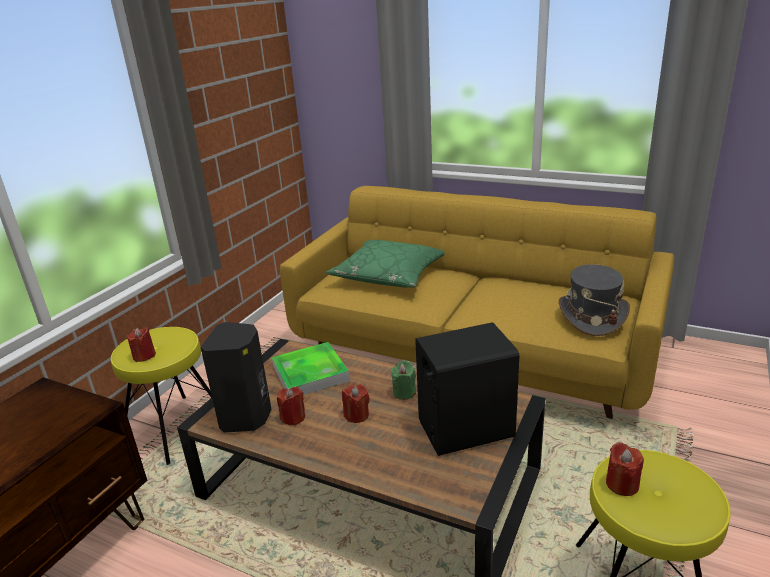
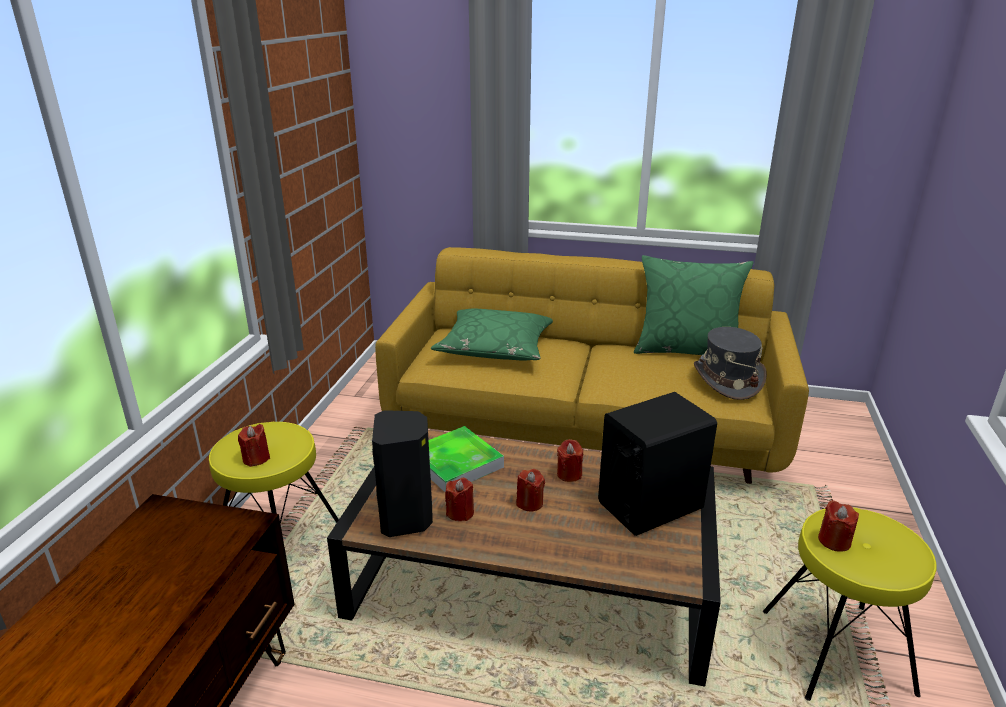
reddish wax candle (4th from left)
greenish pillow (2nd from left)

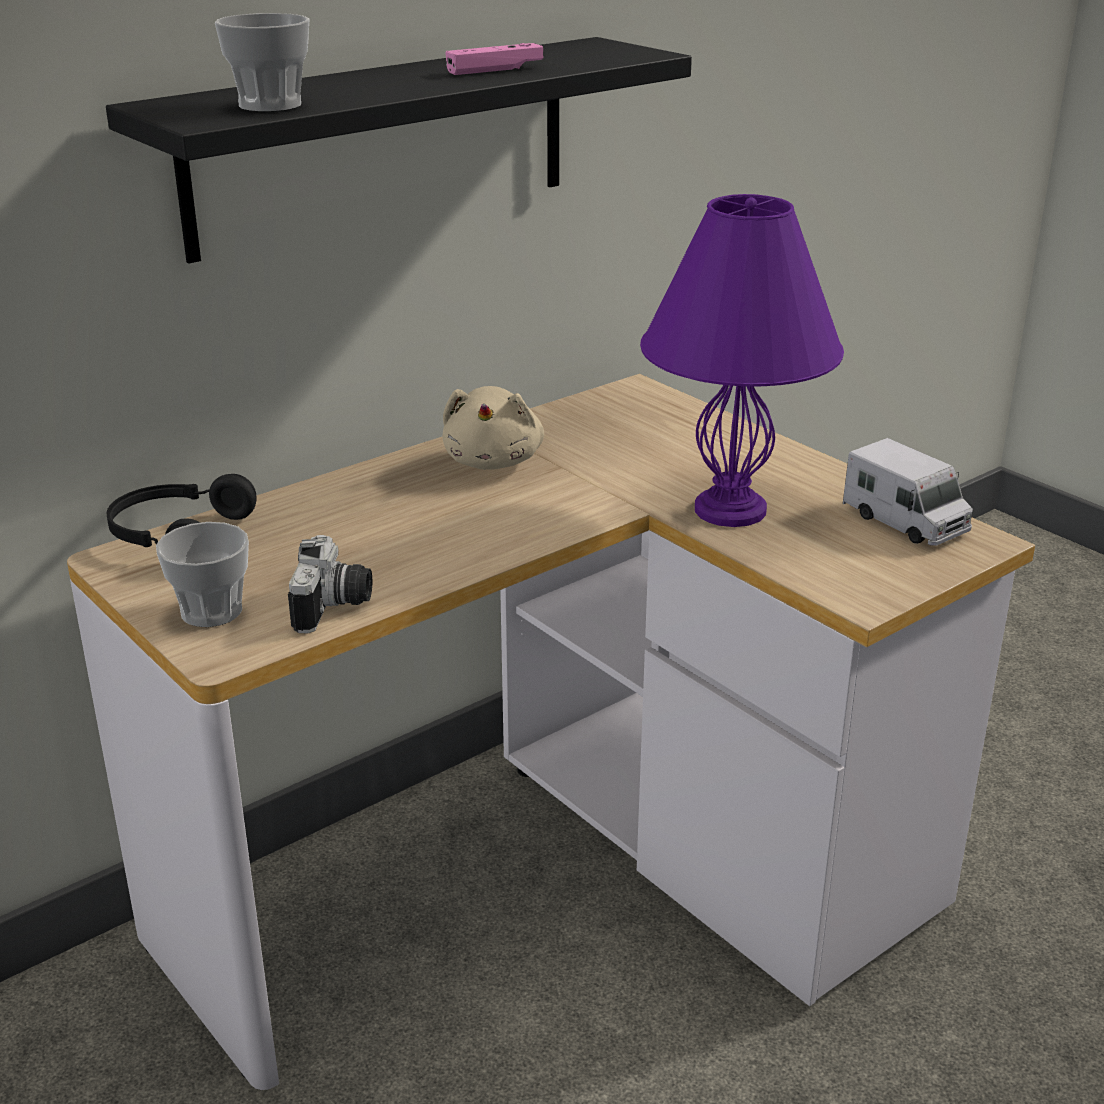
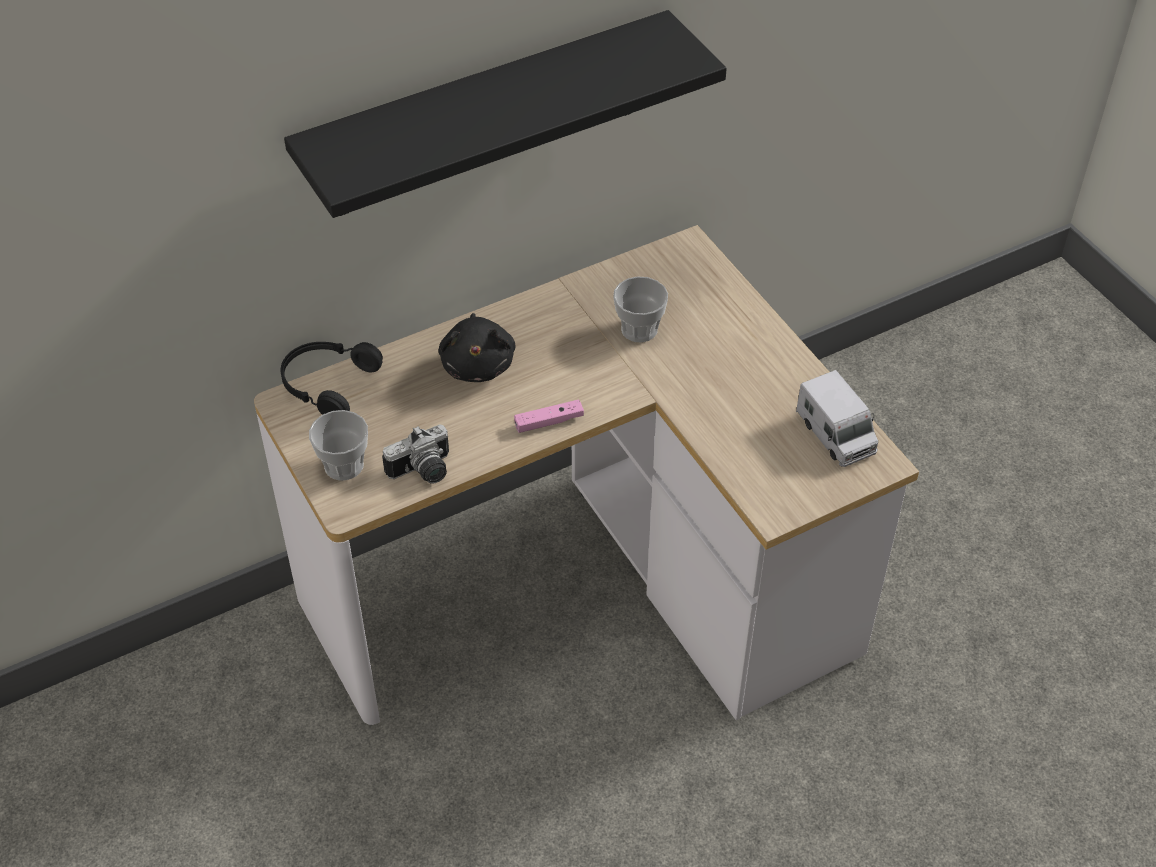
small cup (2nd from left)
photo camera
beige plush toy
pink joypad
purple-coloured tabletop lamp
black plush toy

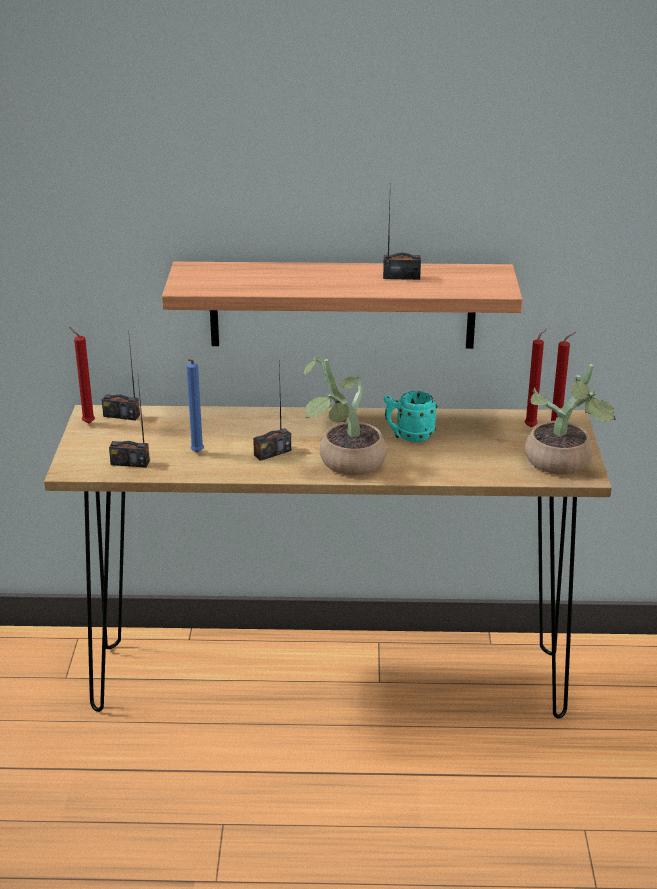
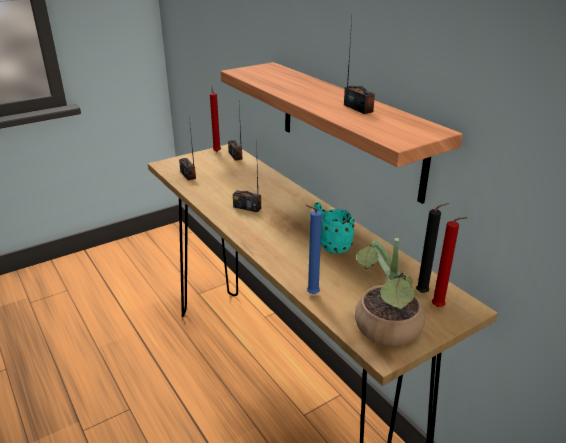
blue wax candle
potted plant (1st from left in the first image)
black wax candle

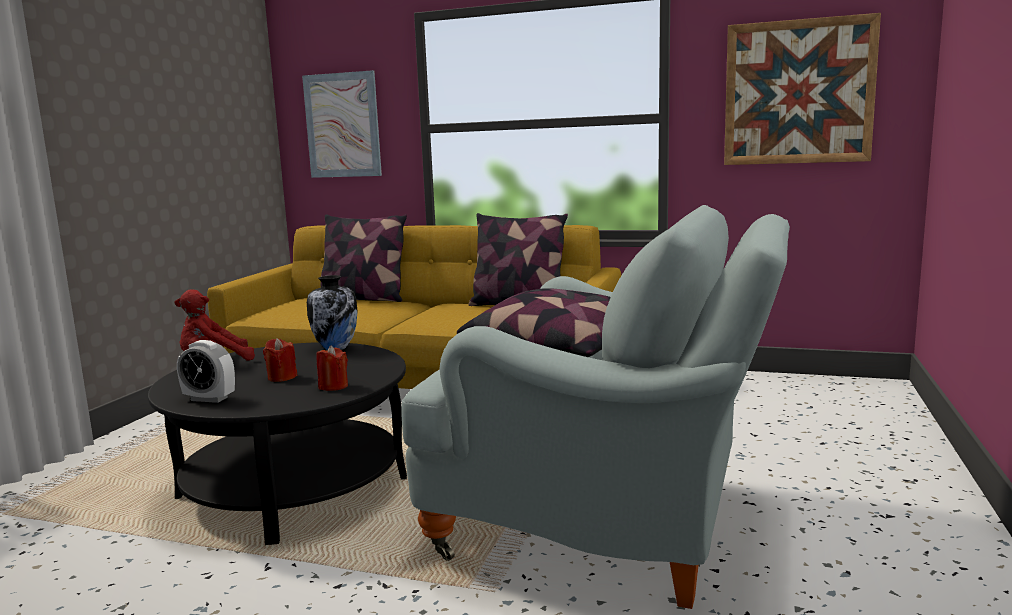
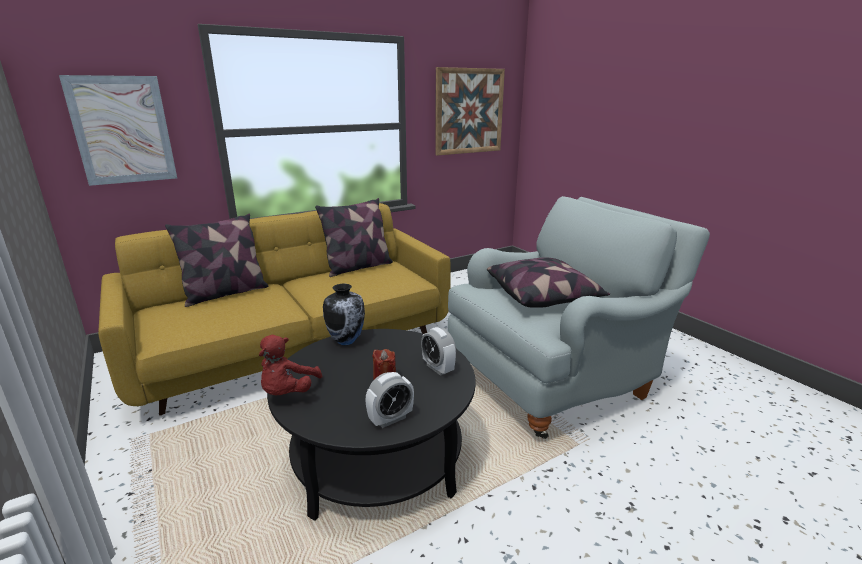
bedside clock (2nd from left)

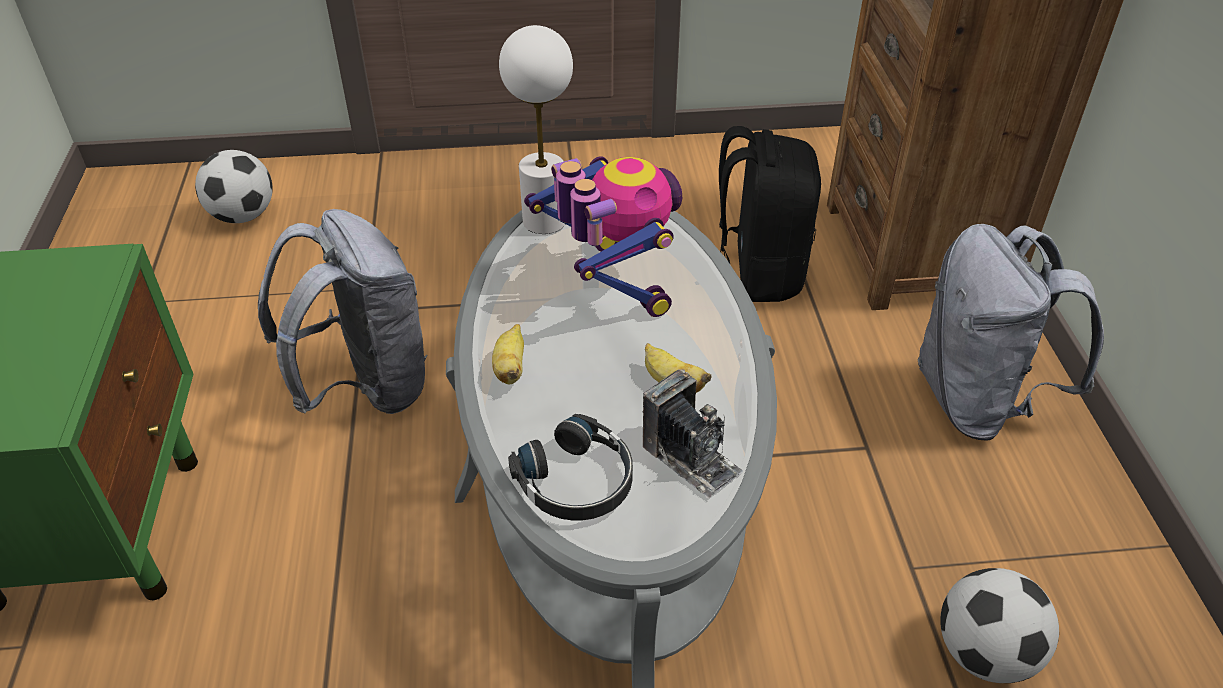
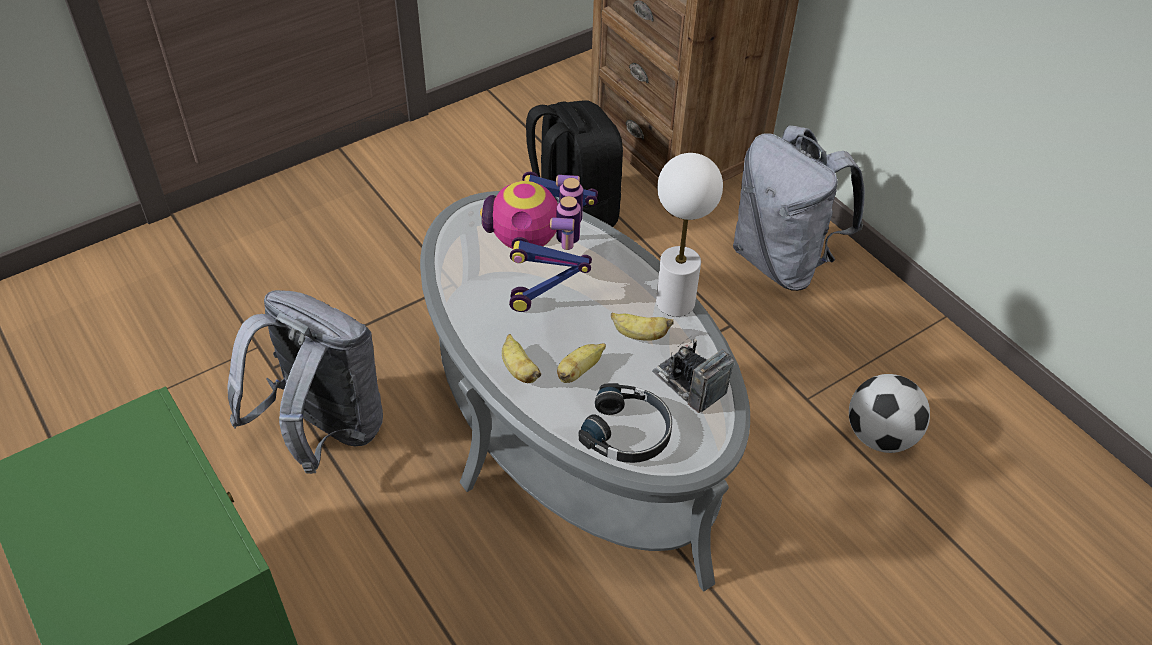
football ball (1st from left in the first image)
white-coloured tabletop lamp
robot figure
photo camera
banana fruit (2nd from left)

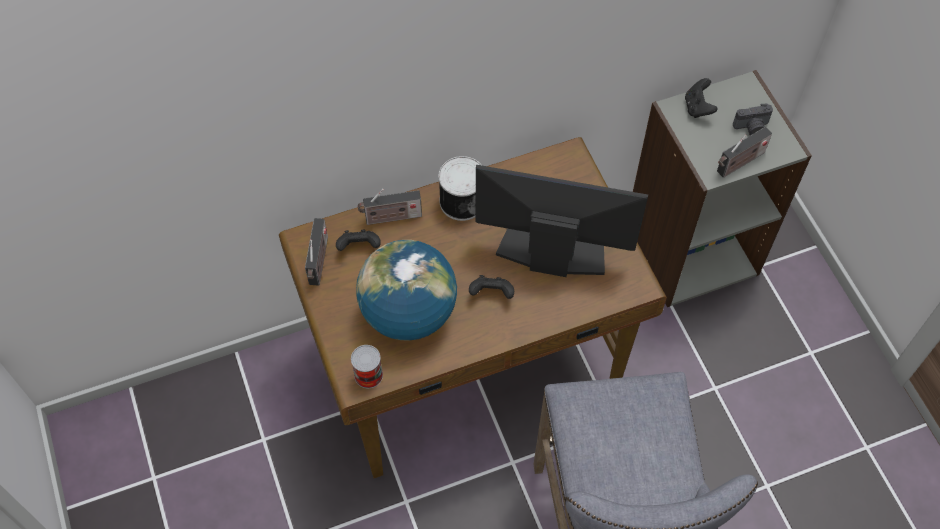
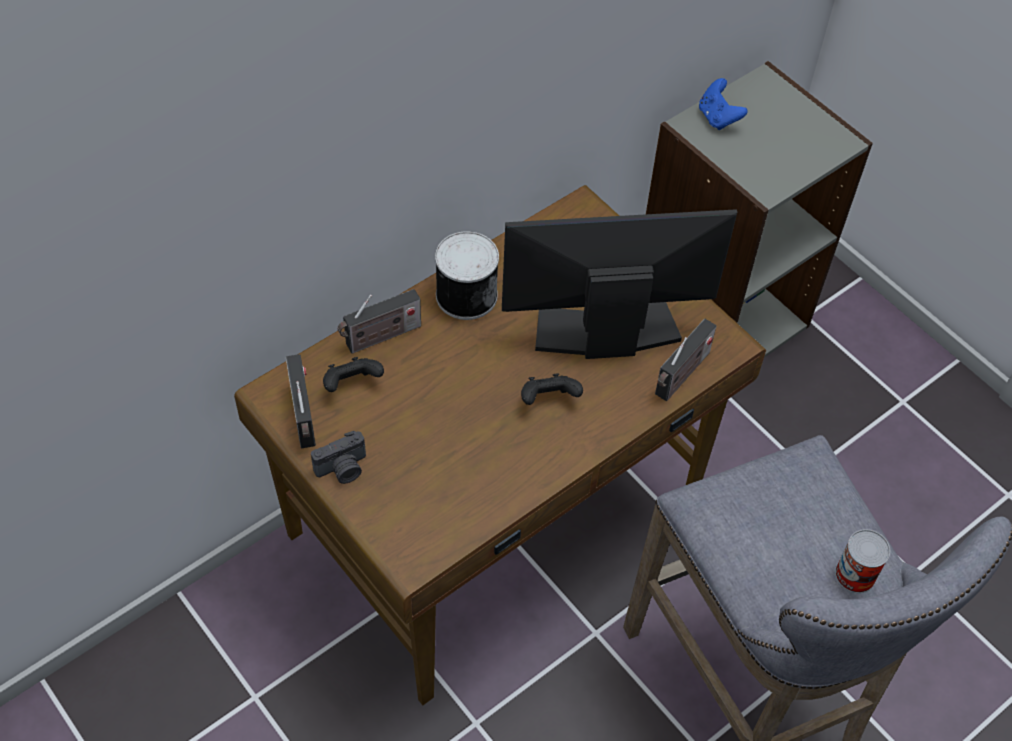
metal can (2nd from left)
globe
blue joypad
radio receiver (3rd from left)
photo camera

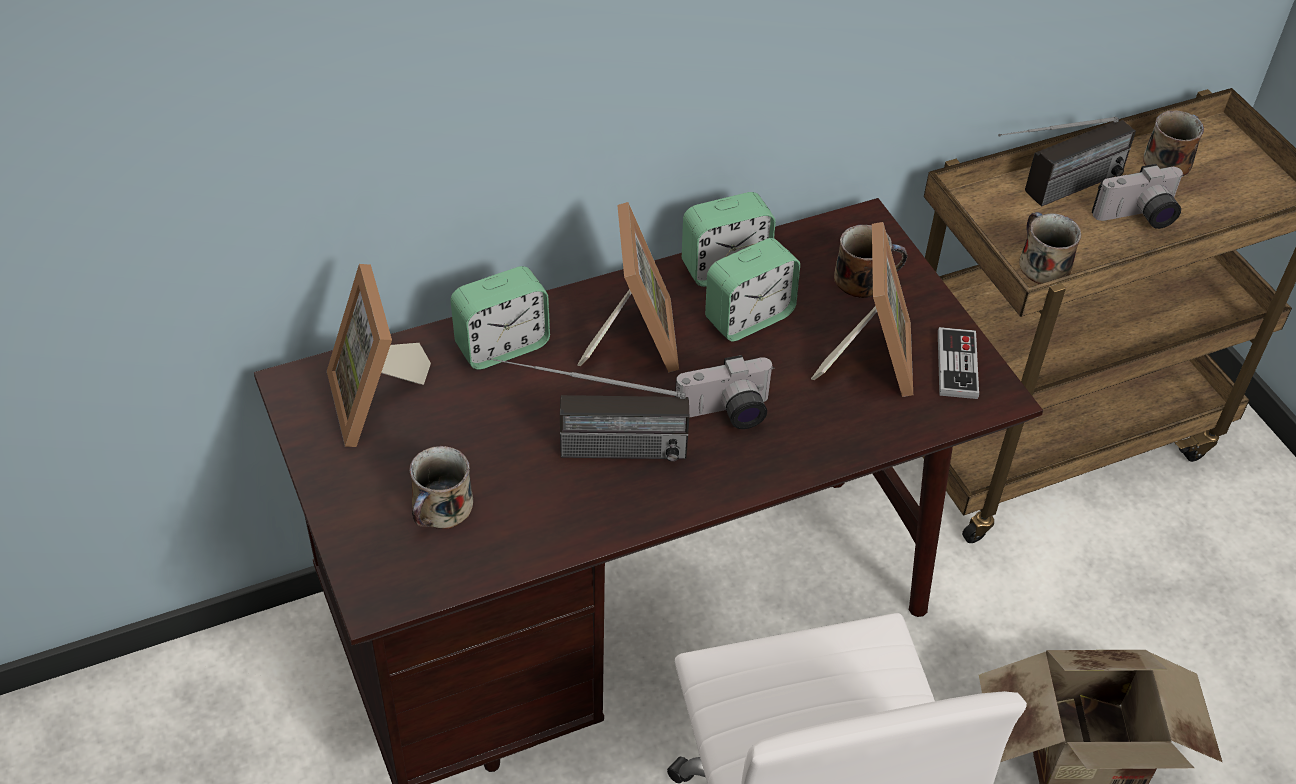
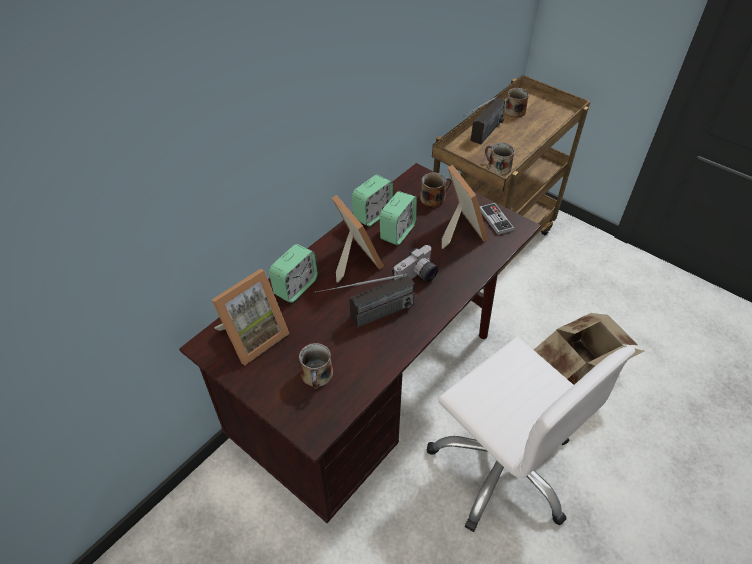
standing frame (1st from left)
photo camera (2nd from left in the first image)

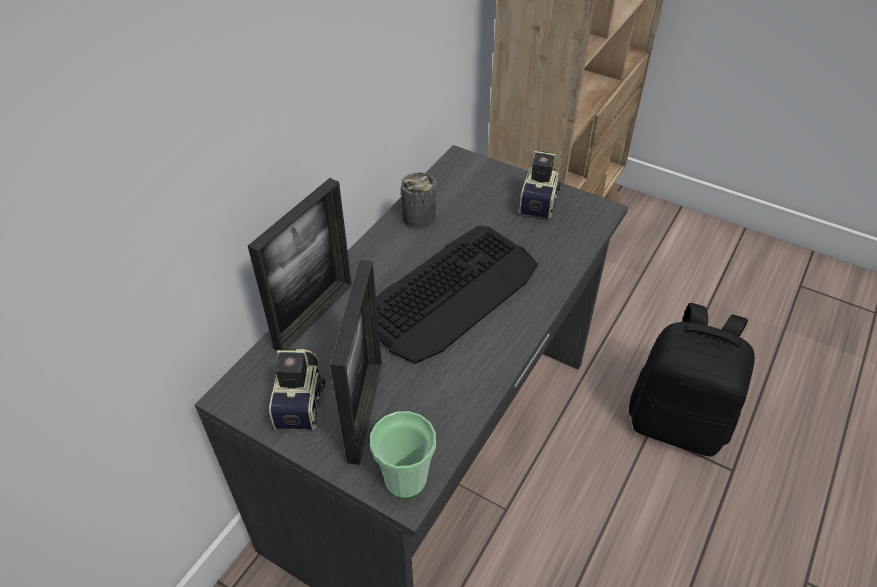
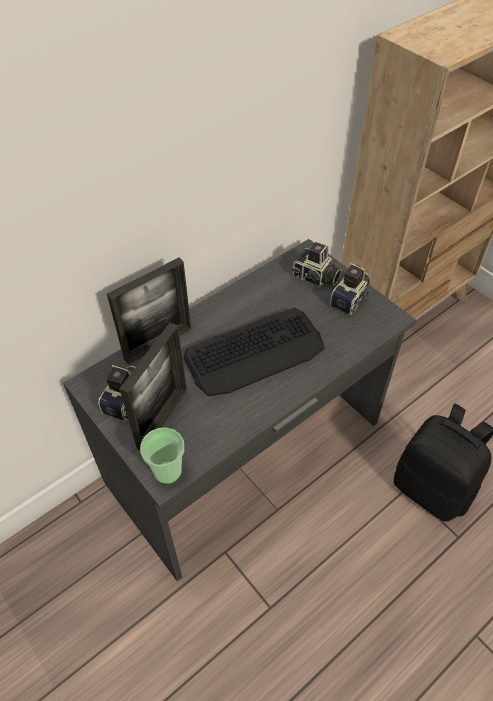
metal can
photo camera (2nd from left)

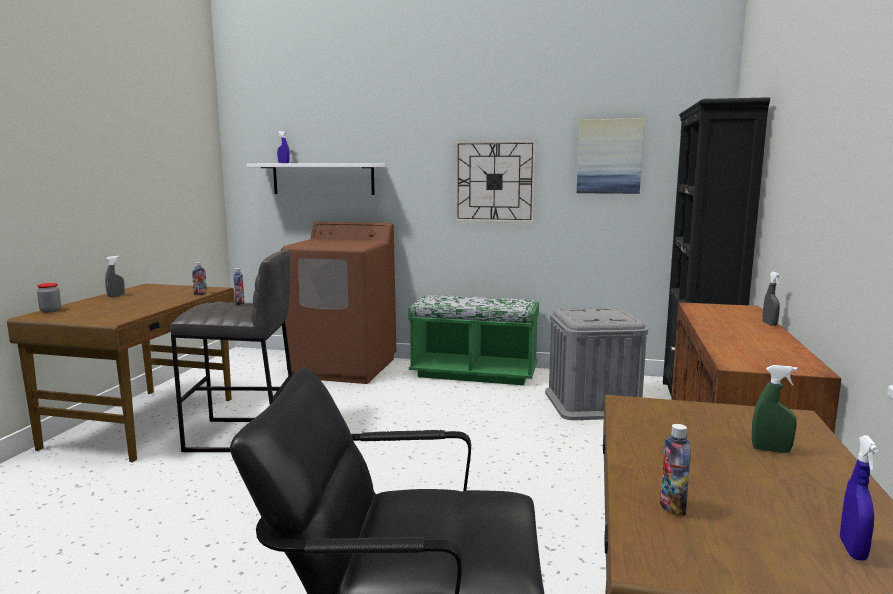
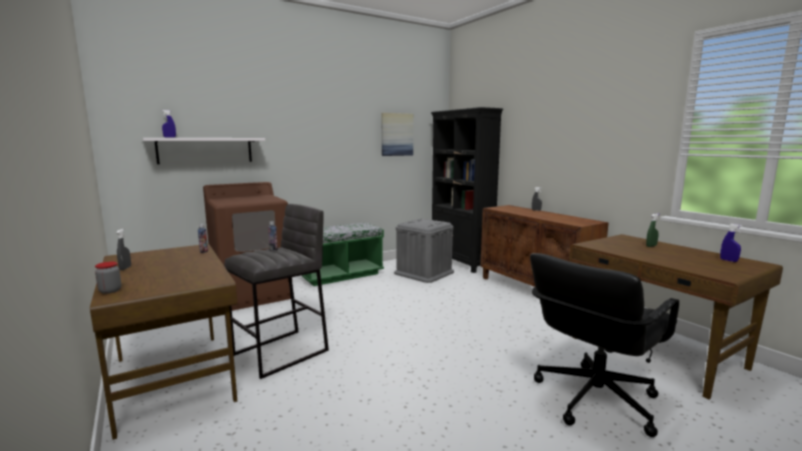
clock on the wall
bottle (3rd from left in the first image)

